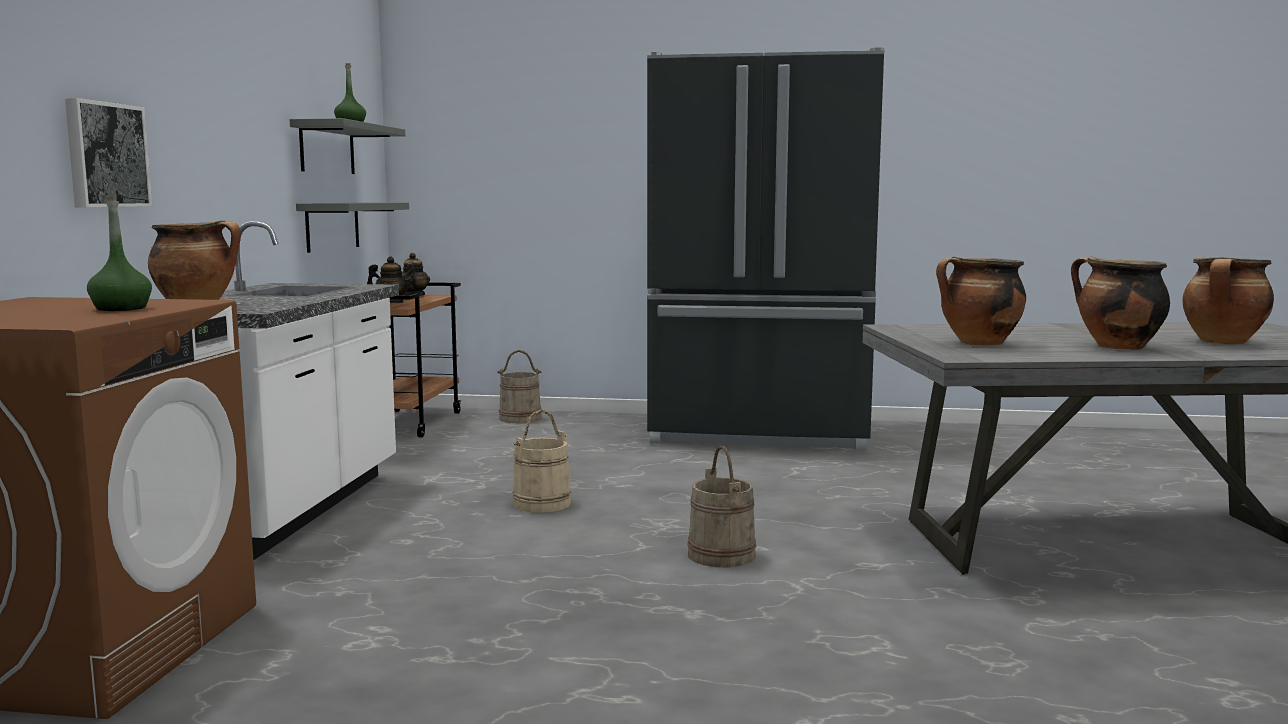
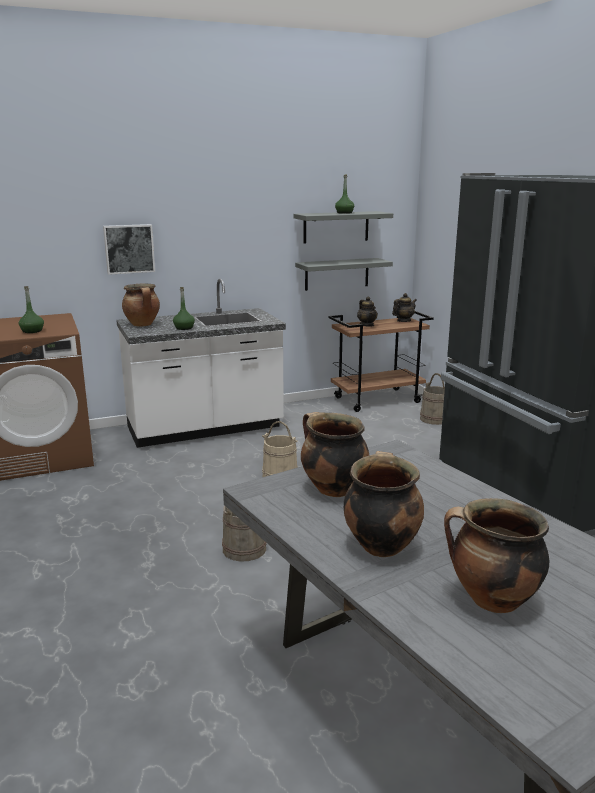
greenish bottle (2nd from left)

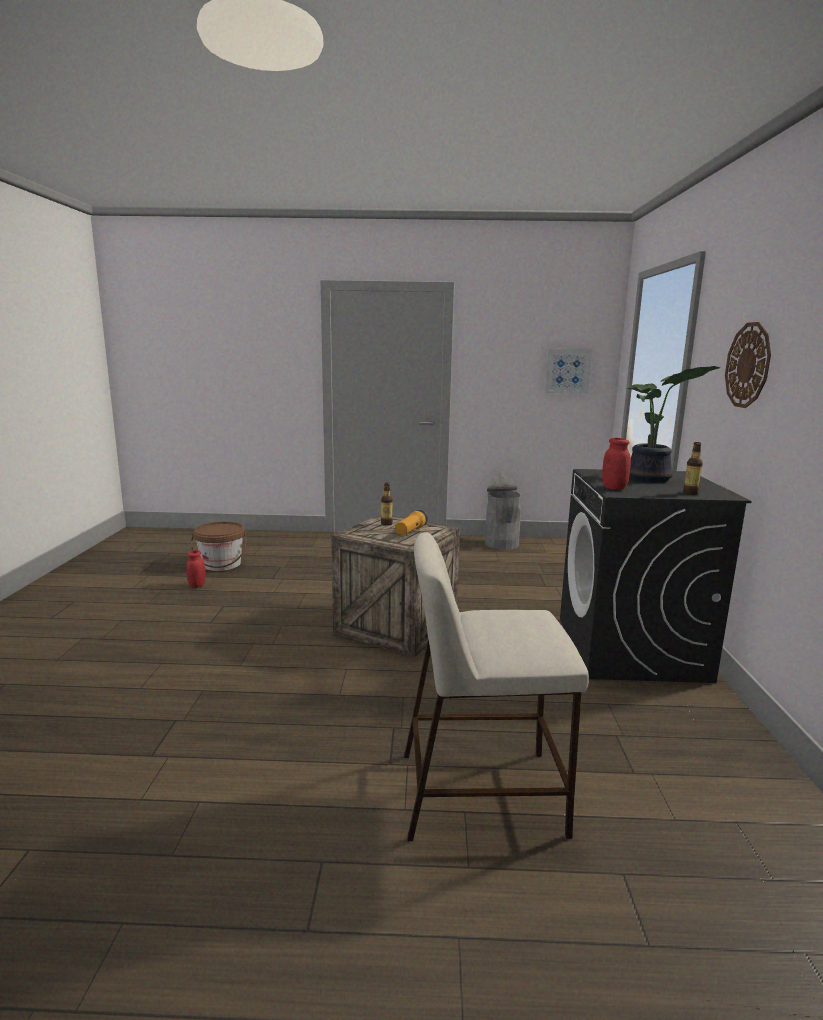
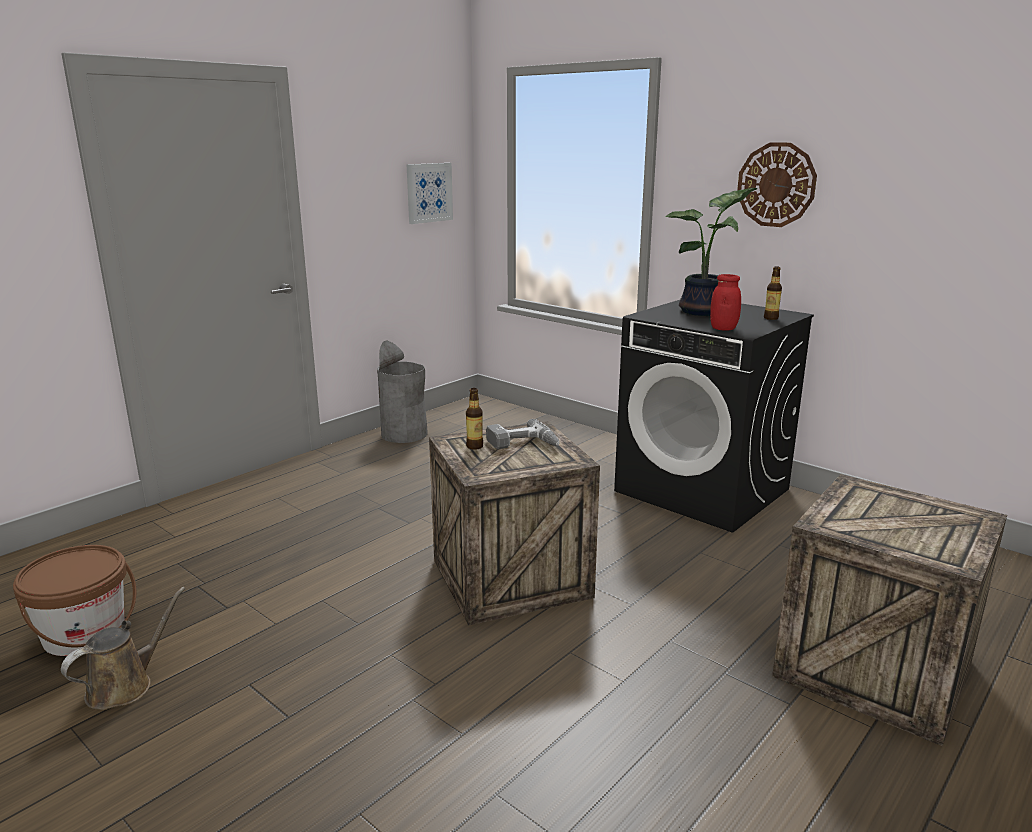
brown watering pot
power drill
crate (2nd from left)

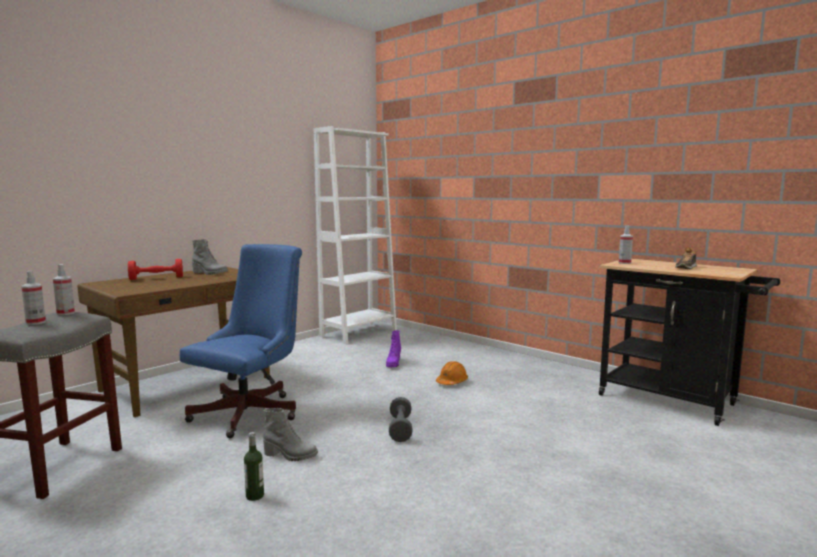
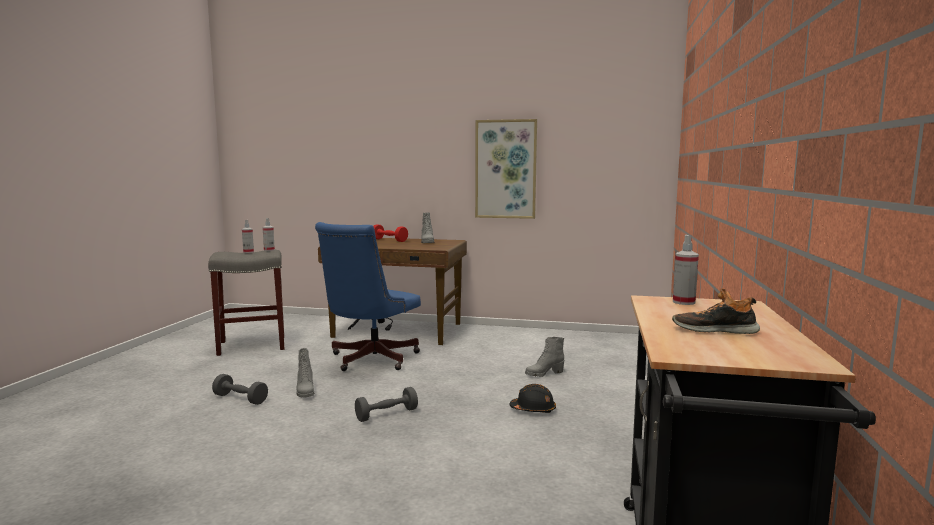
blue desk chair
gray hand weight (1st from left)
white-coloured bookshelf
gray boot (3rd from left)
black work helmet
wall art

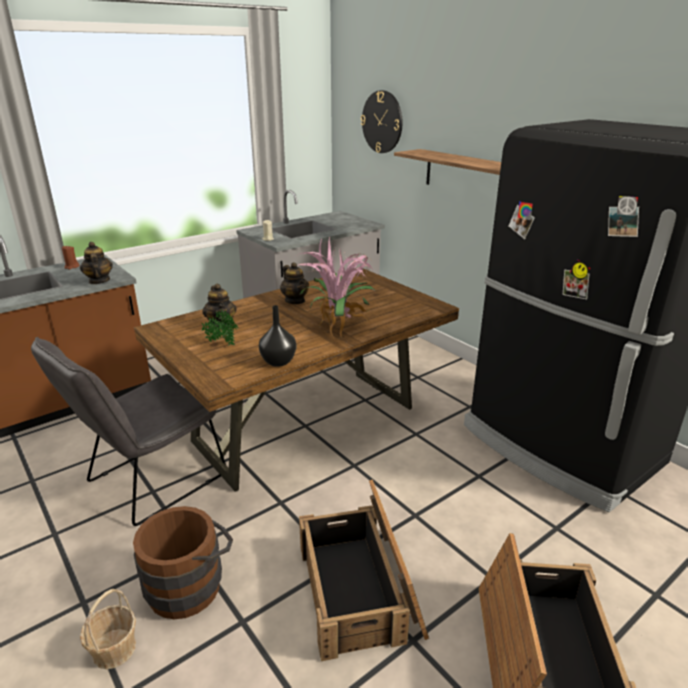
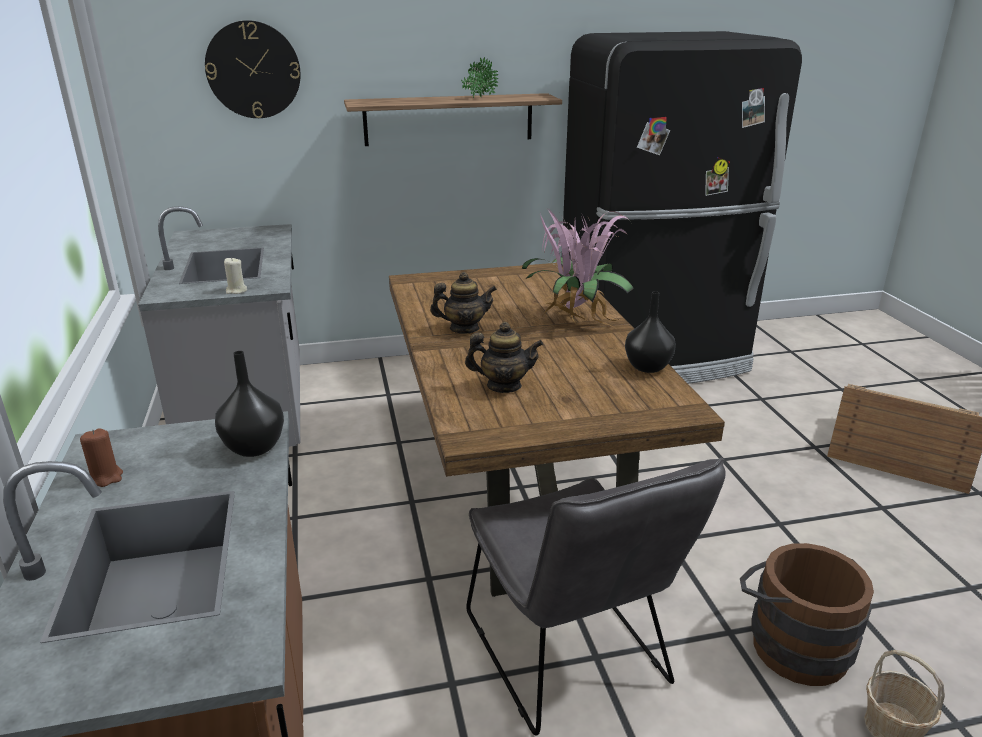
black vase (1st from left)
potted plant (1st from left)
crate (1st from left in the first image)

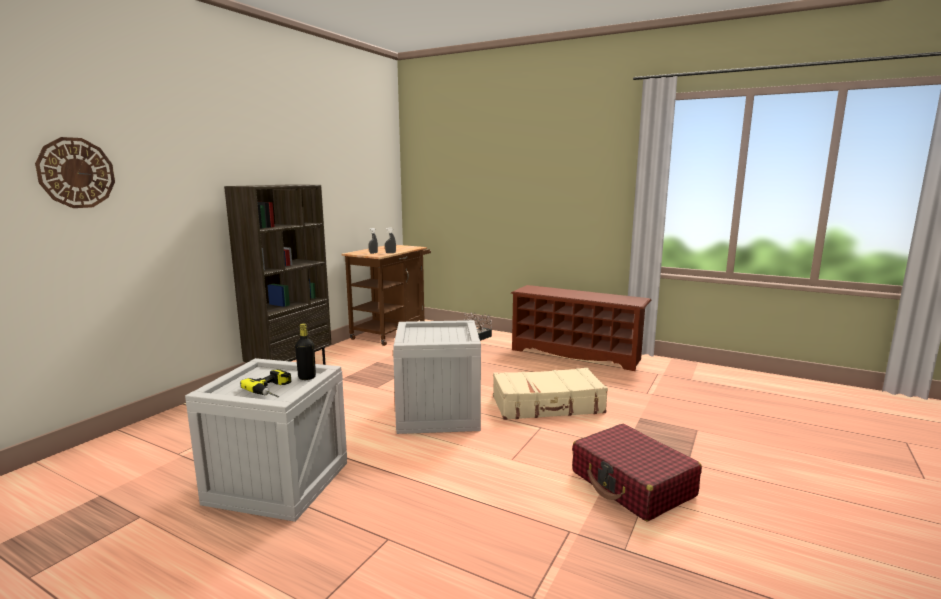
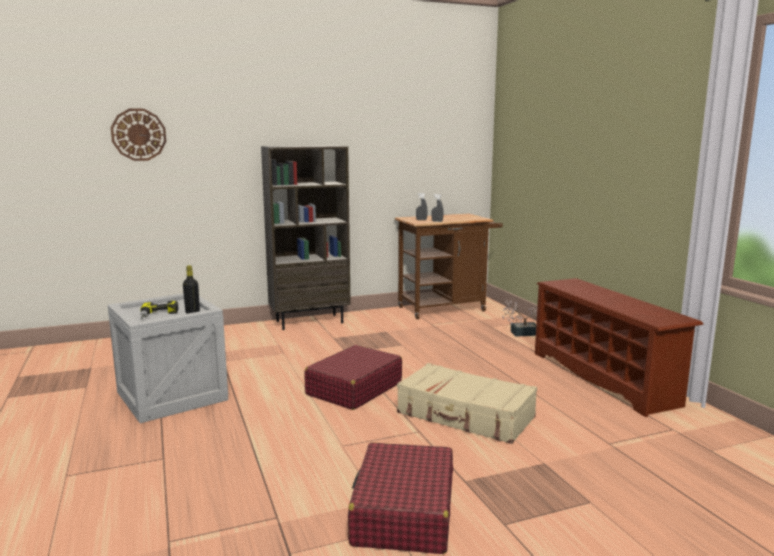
reddish travel case (1st from left)

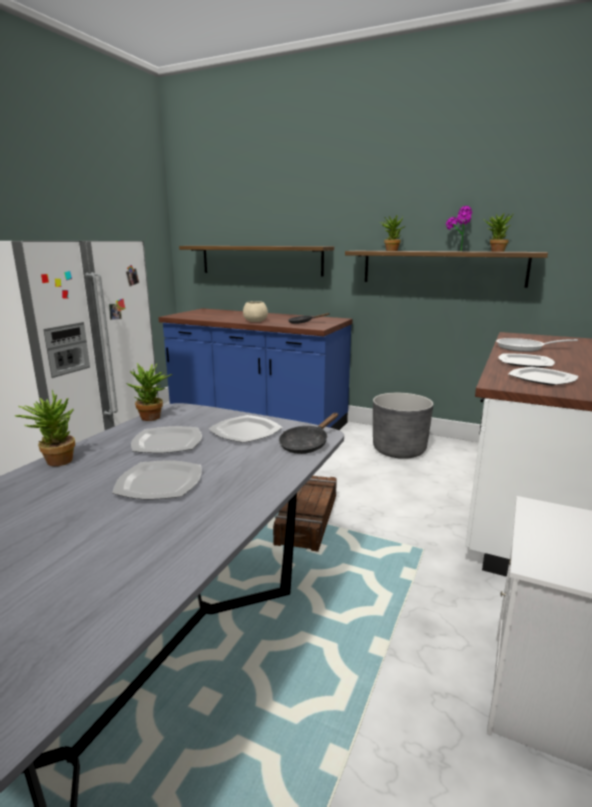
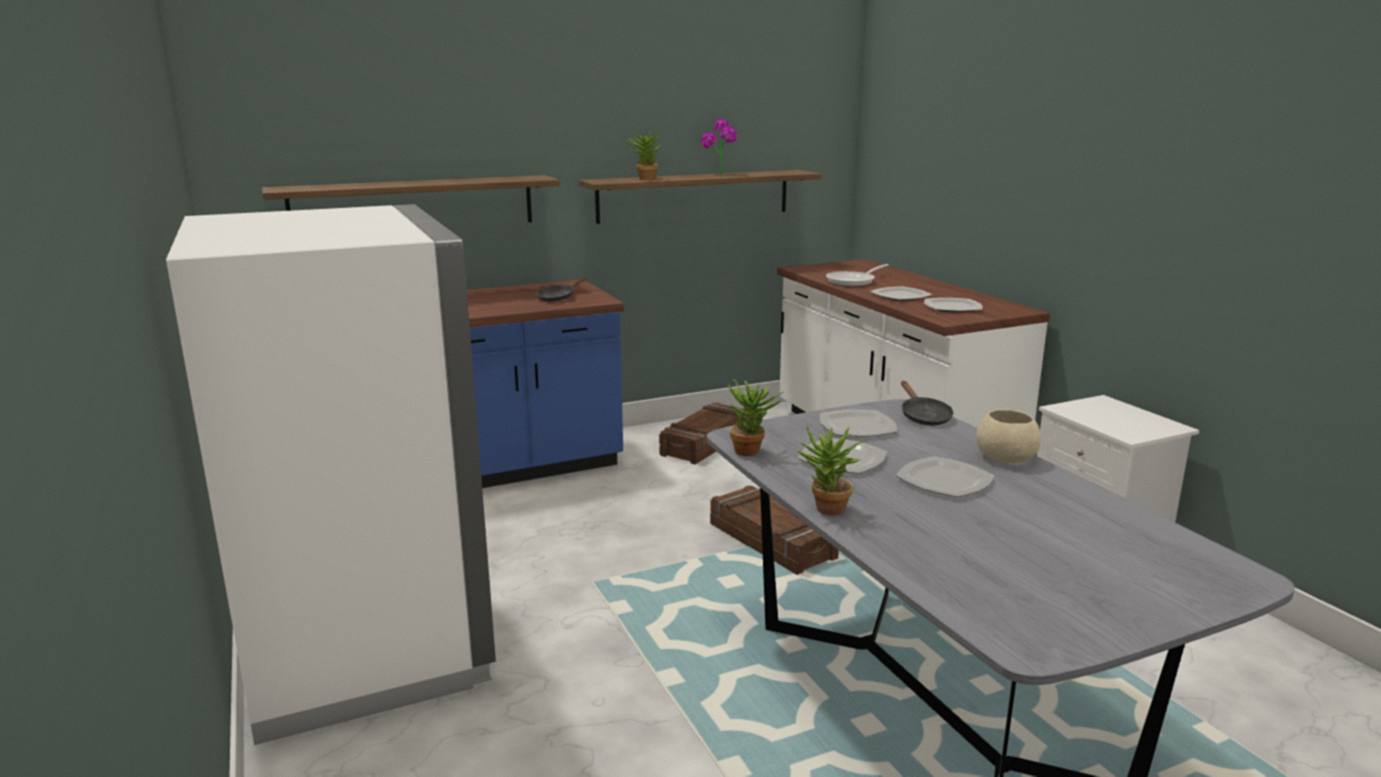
beige serving bowl
crate (1st from left)
potted plant (5th from left in the first image)

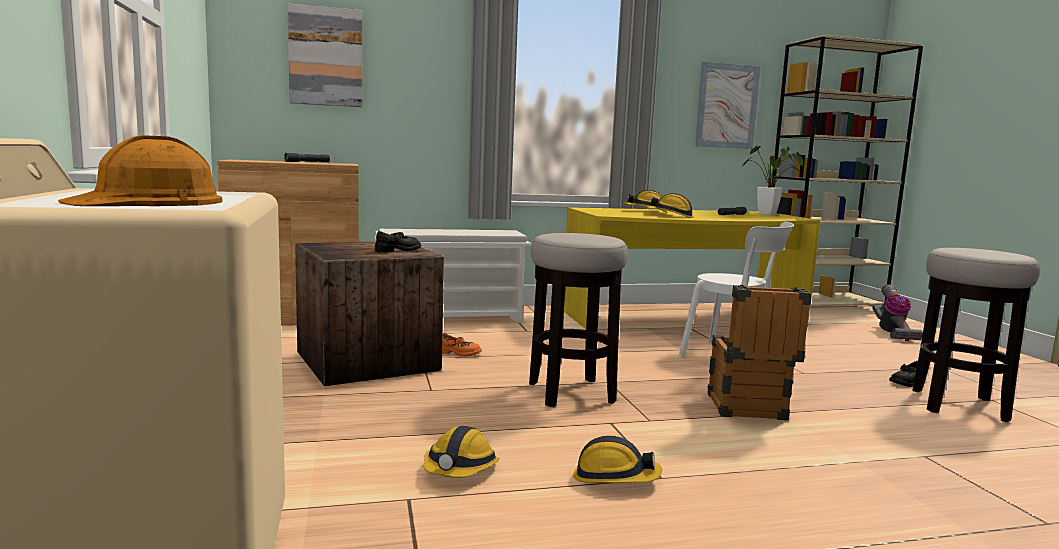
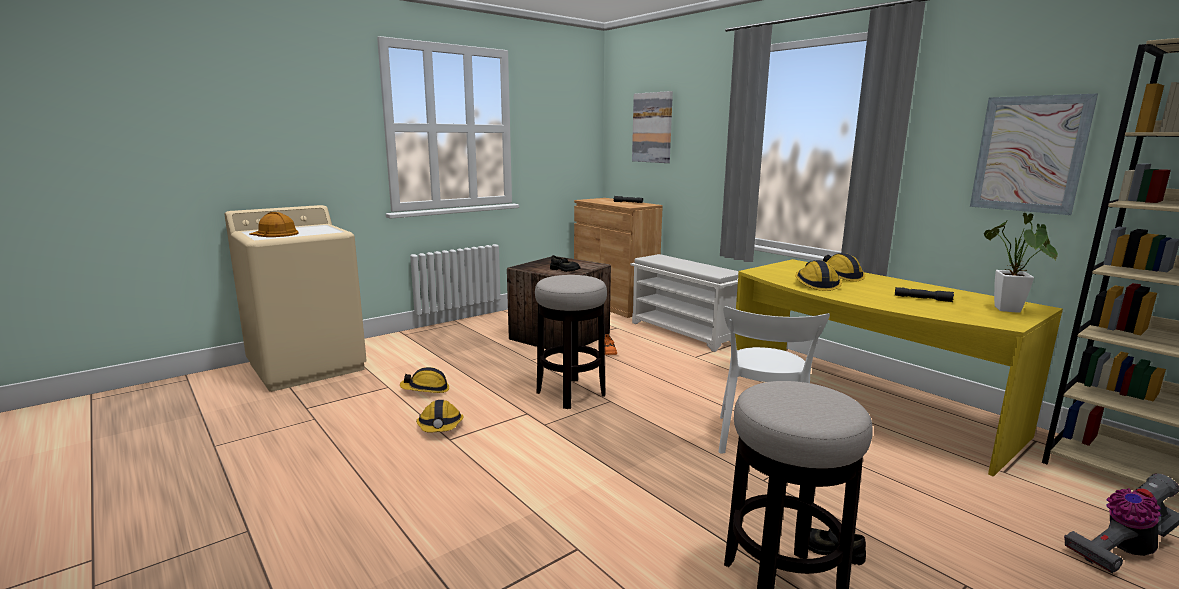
crate (2nd from left in the first image)

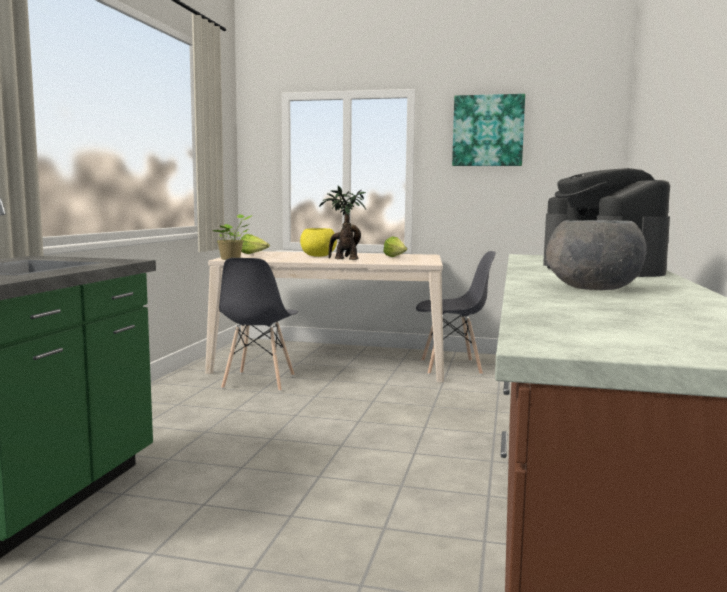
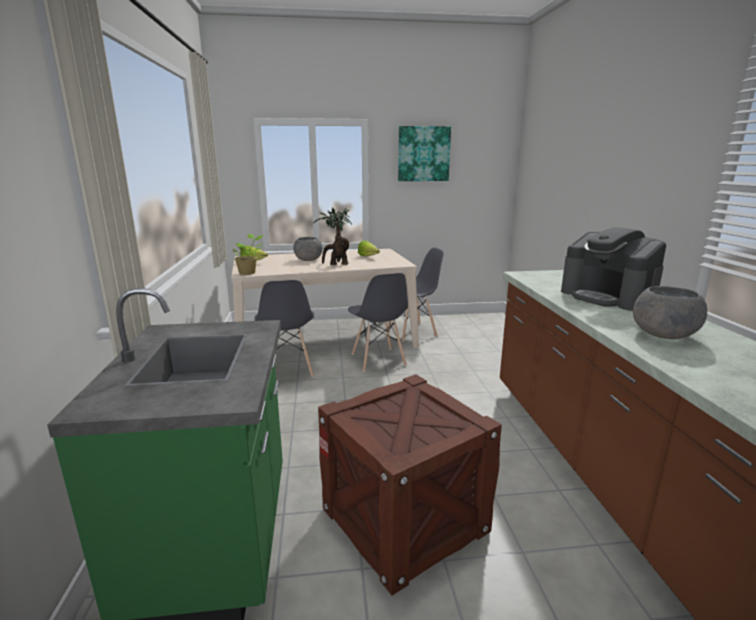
gray serving bowl (1st from left)
crate
gray chair (2nd from left)

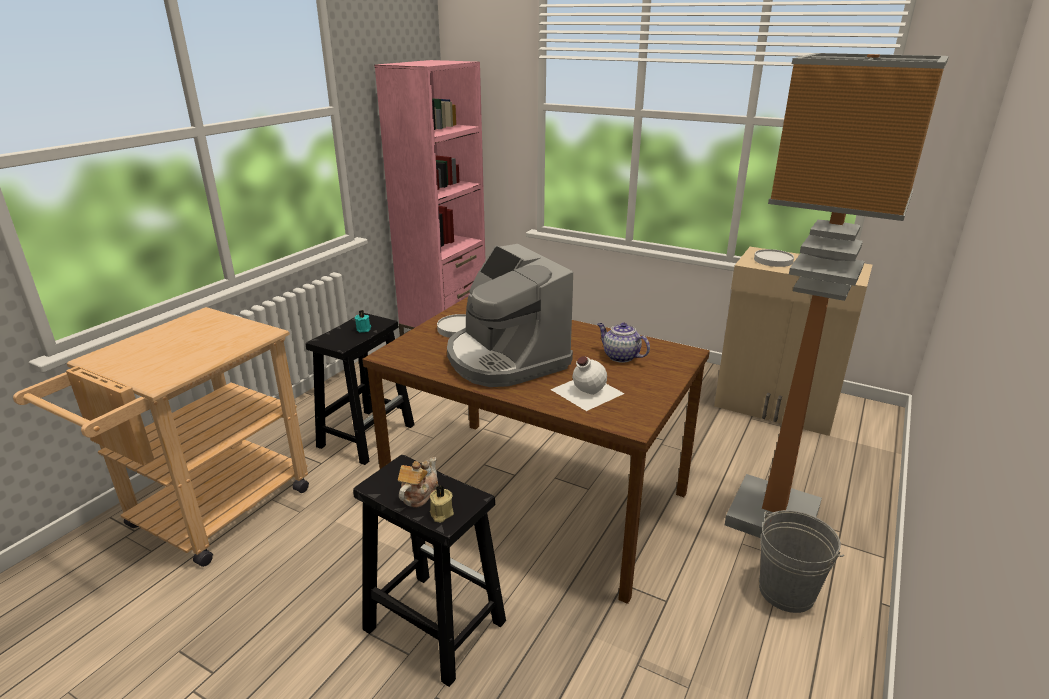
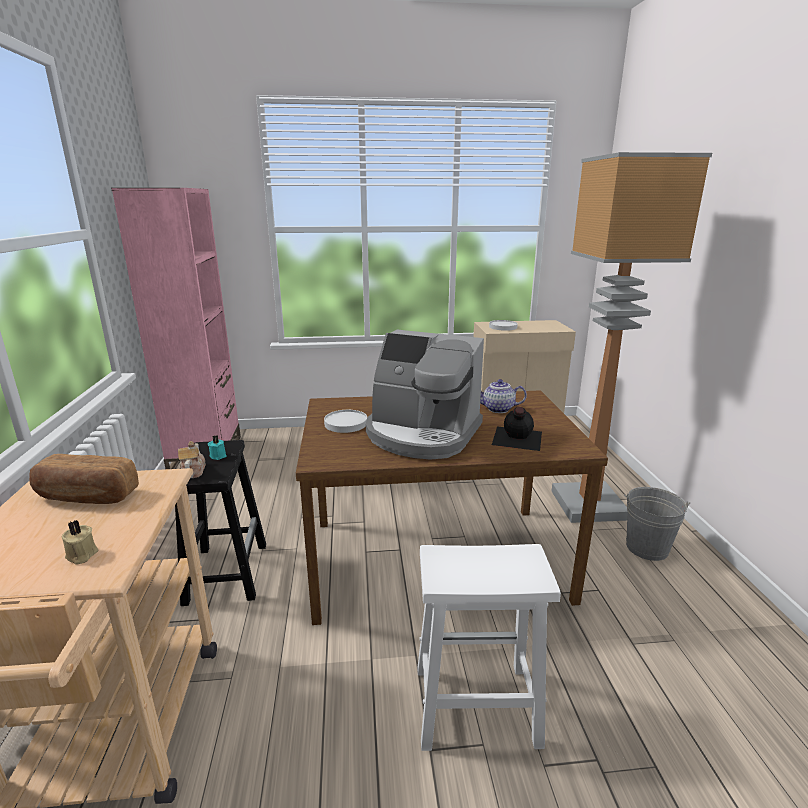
white-coloured stool seat
pot for tea (1st from left)
beige wax candle
black bottle
bread

